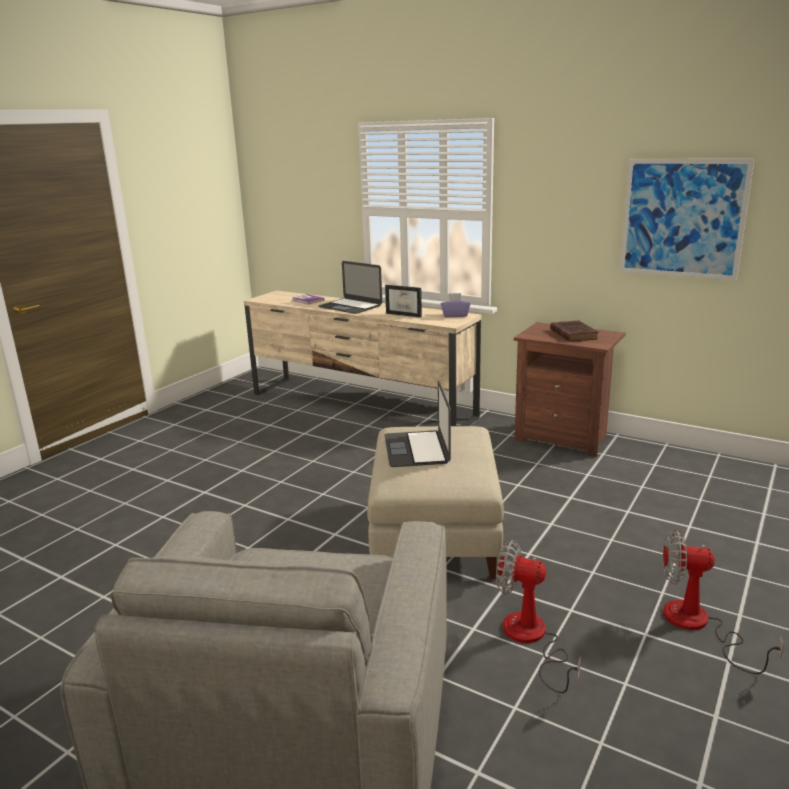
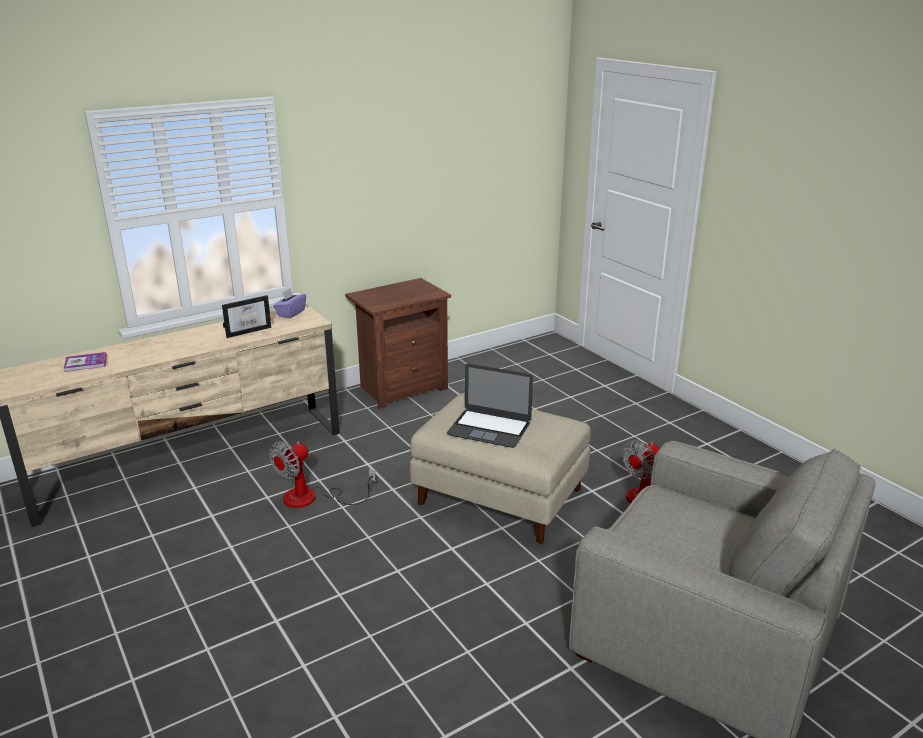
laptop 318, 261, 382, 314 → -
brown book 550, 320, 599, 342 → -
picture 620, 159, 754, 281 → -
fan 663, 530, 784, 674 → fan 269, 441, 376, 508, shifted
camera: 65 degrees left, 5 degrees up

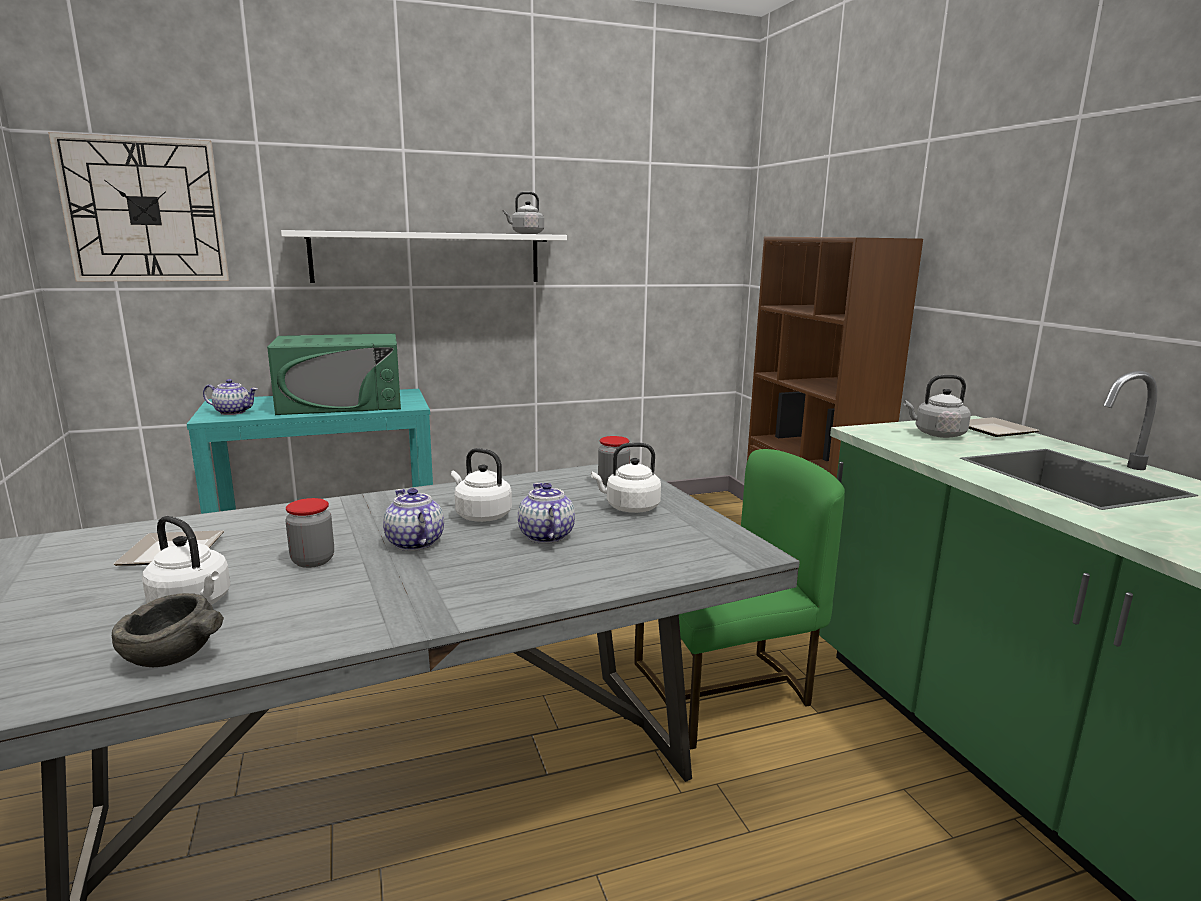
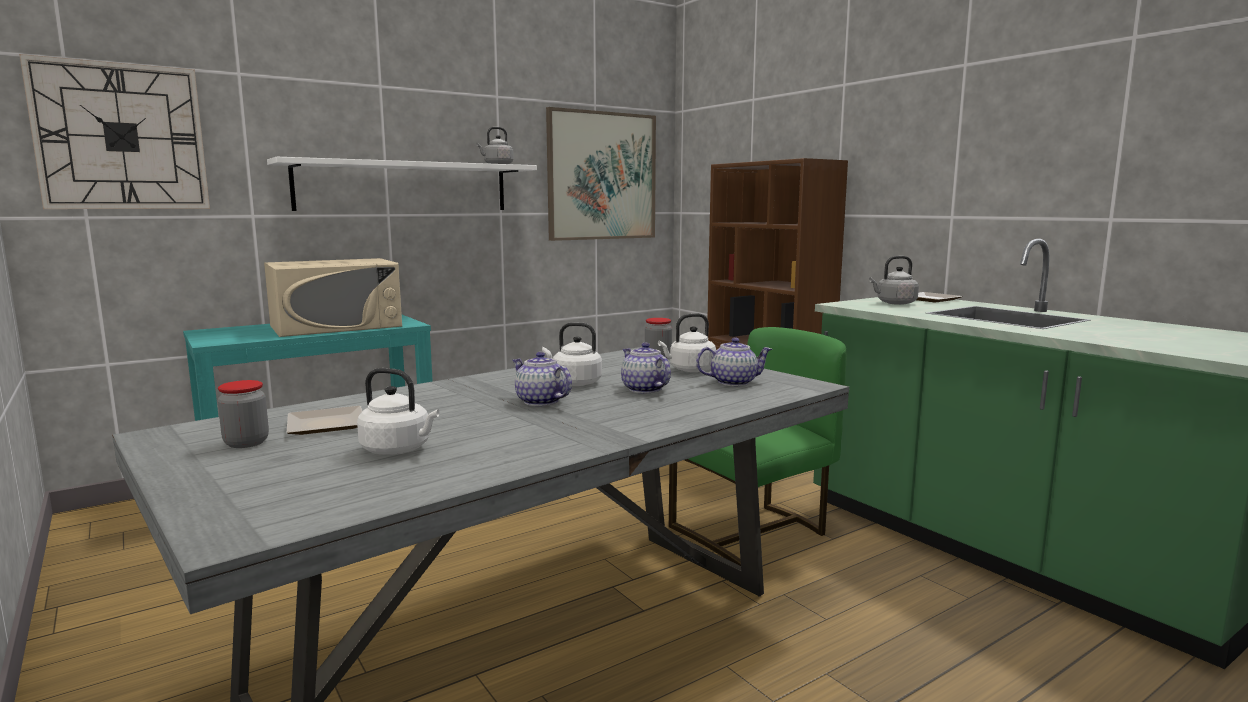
grey bowl 112, 593, 224, 667 → -
- → picture 546, 107, 656, 241
teapot 203, 379, 258, 415 → teapot 696, 338, 772, 386, shifted
jar 285, 498, 334, 568 → jar 218, 380, 269, 448, shifted
green microwave 267, 333, 401, 415 → beige microwave 264, 258, 402, 337
camera: 15 degrees left, 5 degrees down

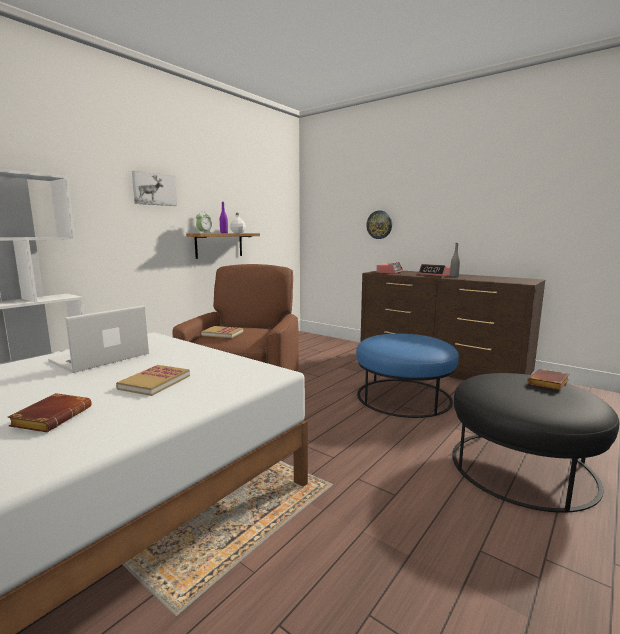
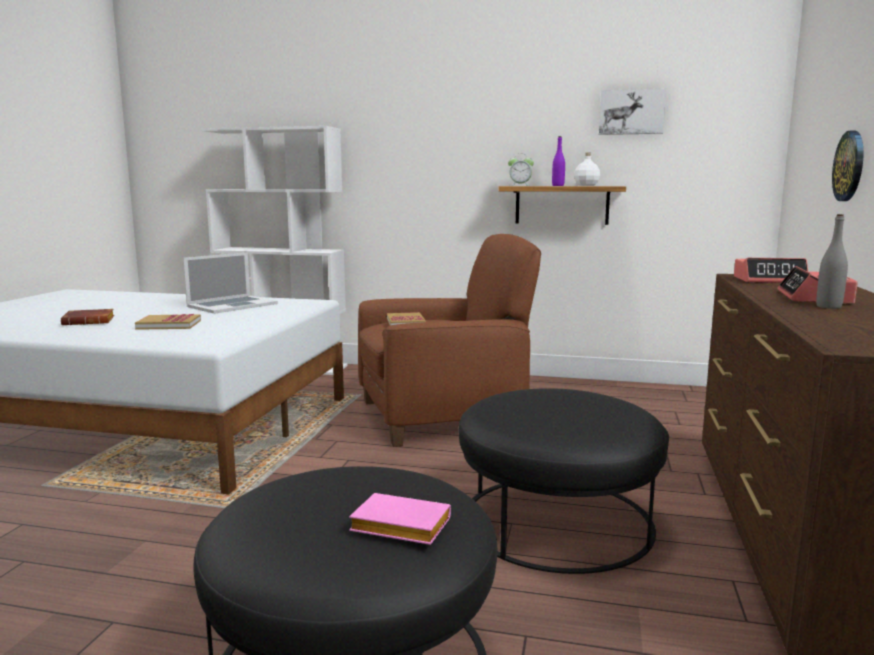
picture 132, 171, 177, 206 → picture 599, 88, 666, 135, shifted
blue ottoman 356, 334, 459, 418 → black ottoman 459, 388, 669, 574
brown book 527, 369, 569, 390 → pink book 349, 493, 451, 545
laptop 48, 305, 149, 373 → laptop 183, 252, 278, 314, 120 degrees clockwise
camera: 65 degrees right, 0 degrees up

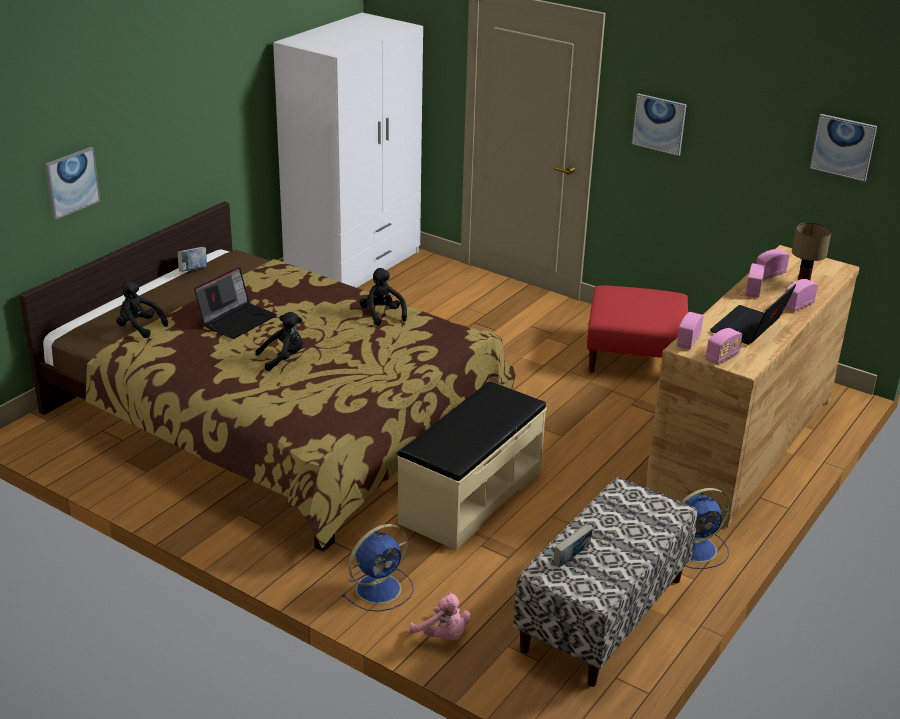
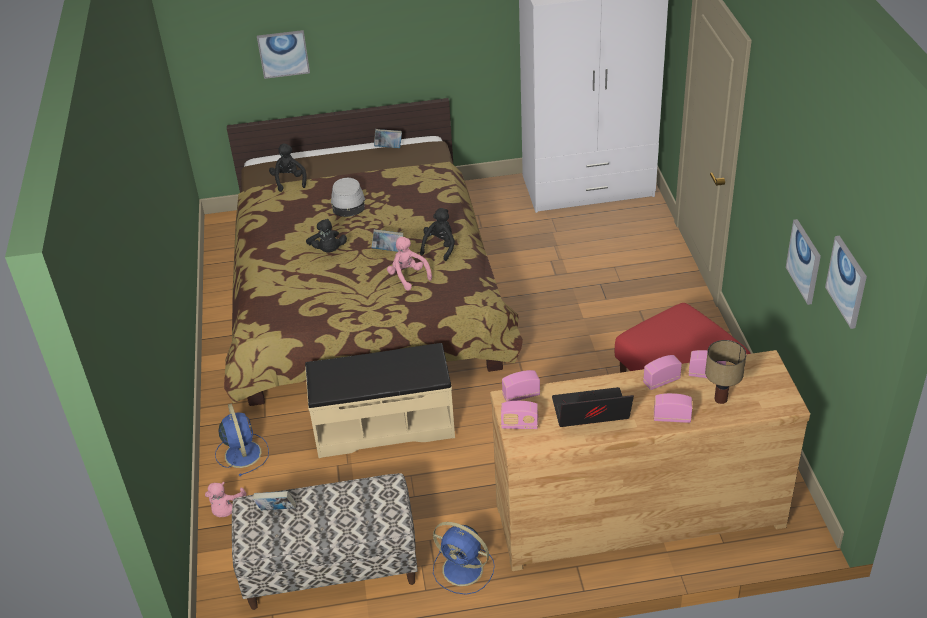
- → book 372, 229, 403, 252
- → pink plush toy 387, 237, 432, 291
picture 632, 93, 687, 156 → picture 786, 219, 821, 305, shifted
laptop 194, 267, 277, 339 → grey hat 331, 178, 365, 217
black plush toy 255, 312, 303, 371 → black plush toy 306, 219, 347, 253, 45 degrees clockwise
blue fan 341, 524, 414, 612 → blue fan 215, 403, 269, 476, 120 degrees counterclockwise
camera: 50 degrees right, 10 degrees up

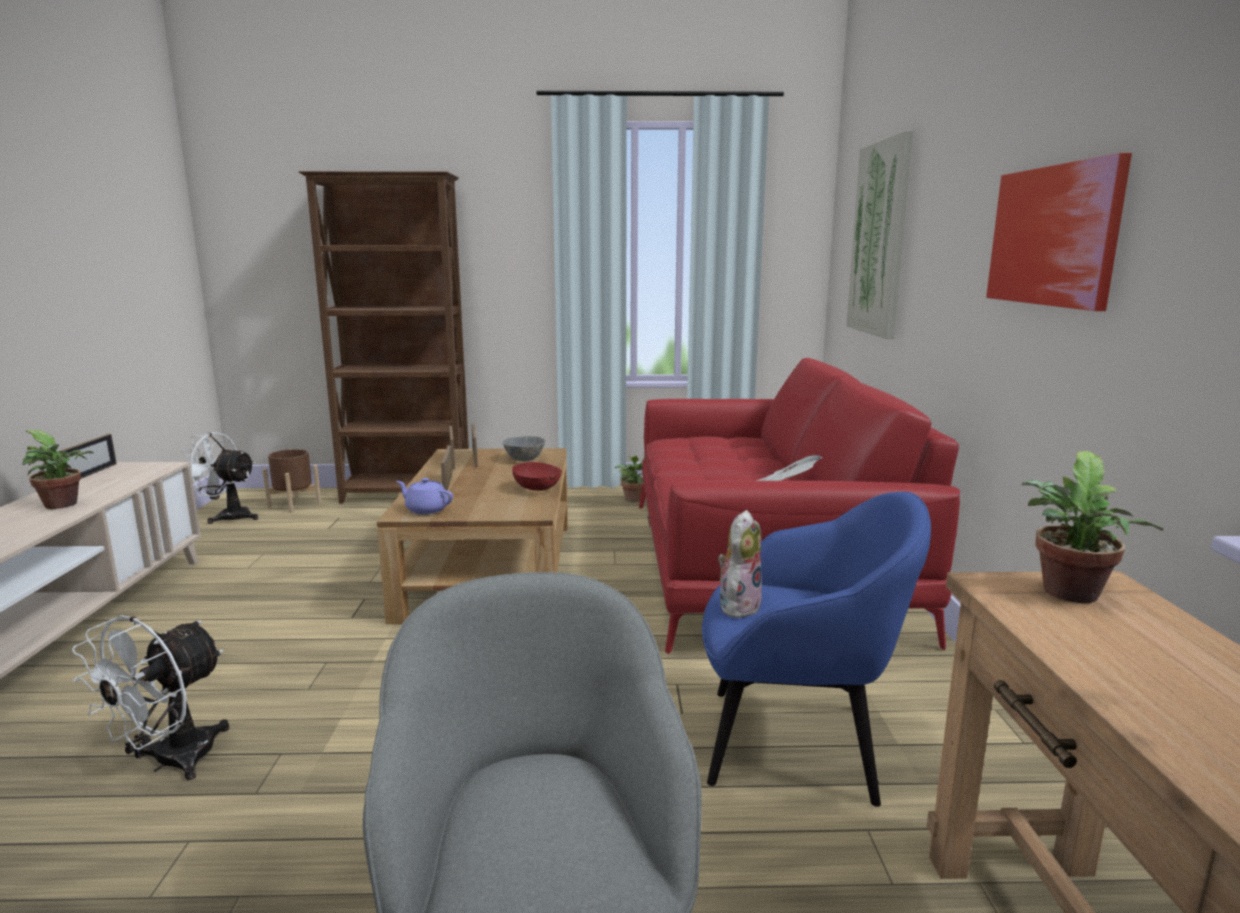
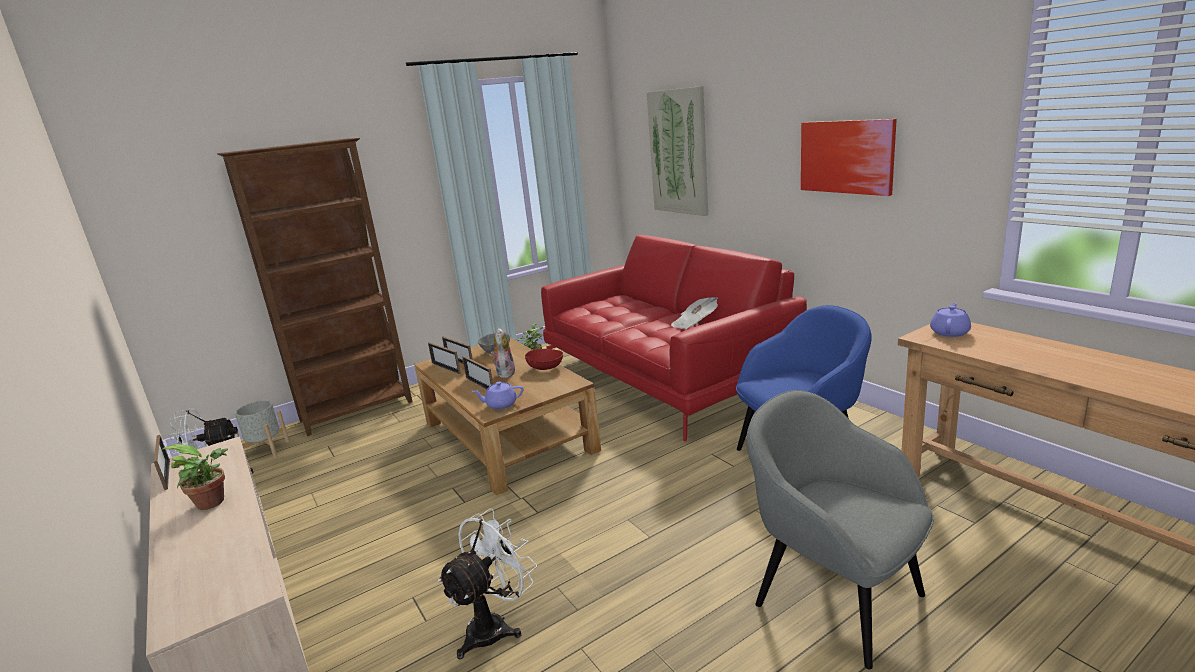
plush toy 718, 510, 762, 618 → plush toy 491, 328, 516, 378, shifted
potted plant 1022, 451, 1164, 603 → purple teapot 930, 303, 971, 337
brown planter 262, 449, 321, 513 → grey planter 235, 401, 290, 458
white fan 72, 615, 229, 781 → white fan 437, 508, 537, 659, 135 degrees counterclockwise
camera: 30 degrees left, 5 degrees up

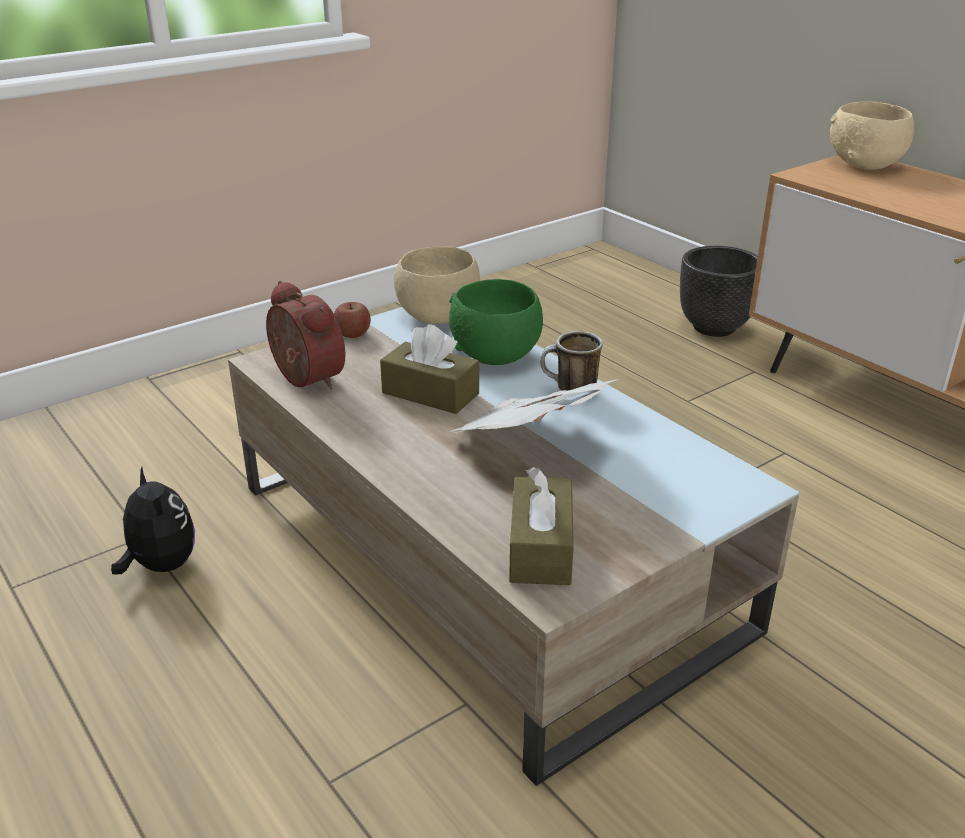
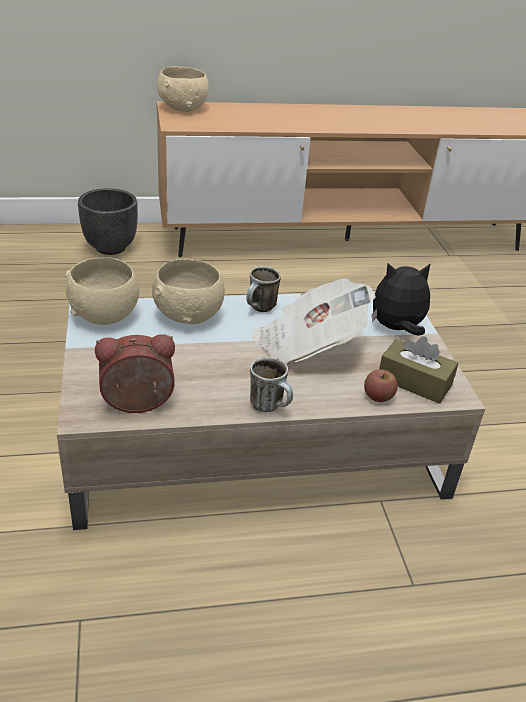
brown tissue box 380, 324, 479, 414 → -
- → mug 250, 357, 293, 412
plush toy 111, 467, 195, 574 → plush toy 372, 263, 431, 336, shifted
apple 334, 302, 371, 338 → apple 364, 369, 398, 402, shifted
green bowl 449, 279, 543, 365 → beige bowl 152, 259, 225, 324
camera: 65 degrees left, 5 degrees up

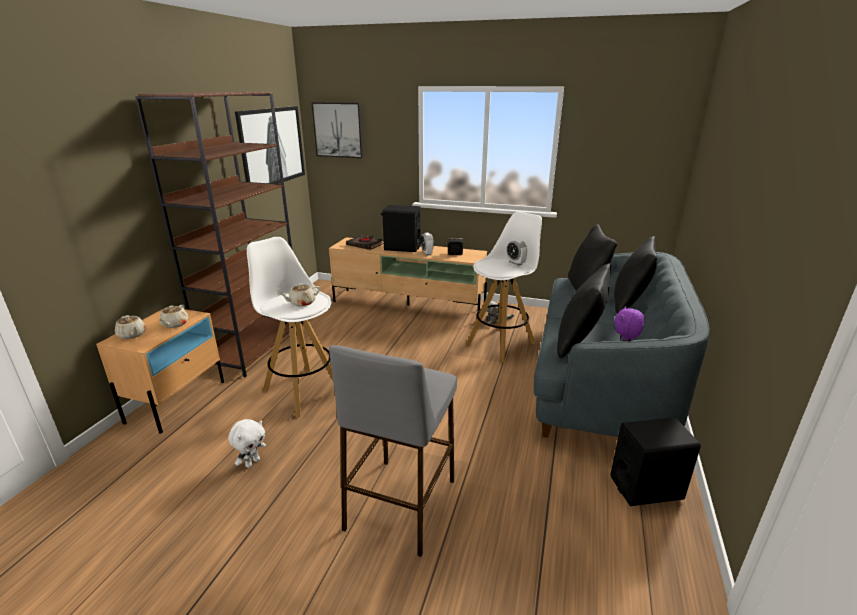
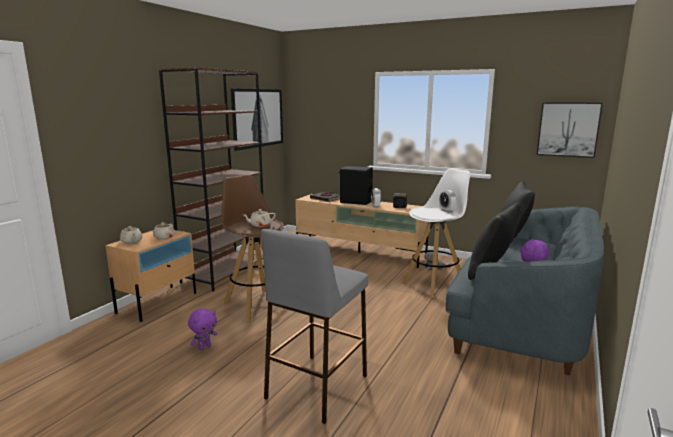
black speaker 610, 417, 701, 506 → -
black pillow 614, 236, 658, 314 → -
picture 311, 102, 363, 158 → picture 537, 102, 603, 158, shifted
white plush toy 228, 419, 266, 468 → purple plush toy 188, 308, 217, 350
white stool 247, 237, 333, 418 → brown stool 221, 175, 284, 321
camera: 10 degrees right, 10 degrees down

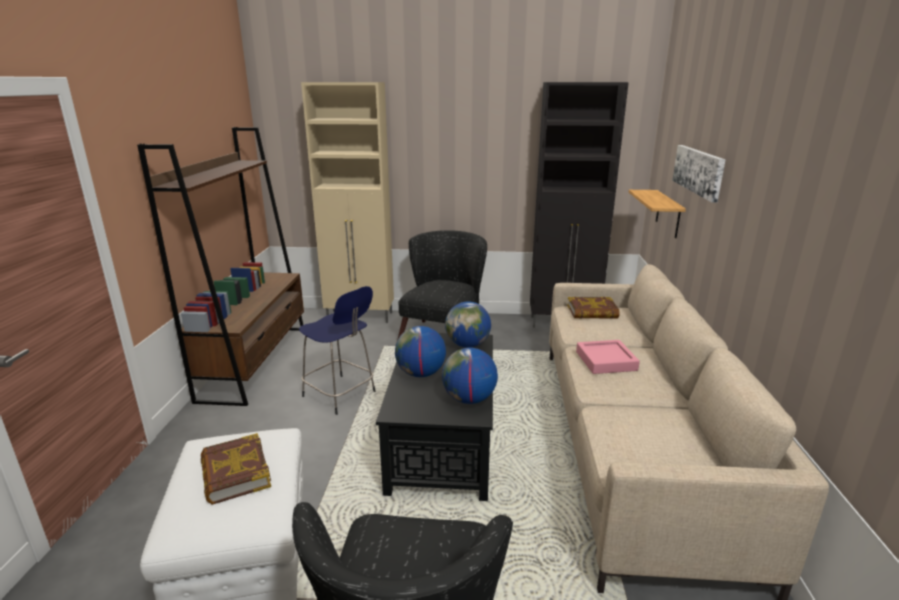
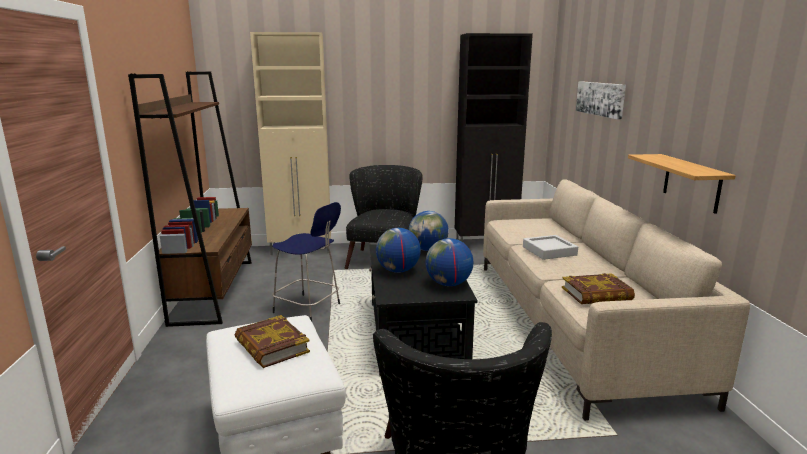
book 567, 297, 620, 319 → book 562, 273, 635, 304, shifted
shelf 629, 190, 686, 238 → shelf 628, 154, 736, 214, shifted
pink tray 576, 340, 640, 374 → grey tray 523, 235, 578, 260
camera: 10 degrees left, 5 degrees down

